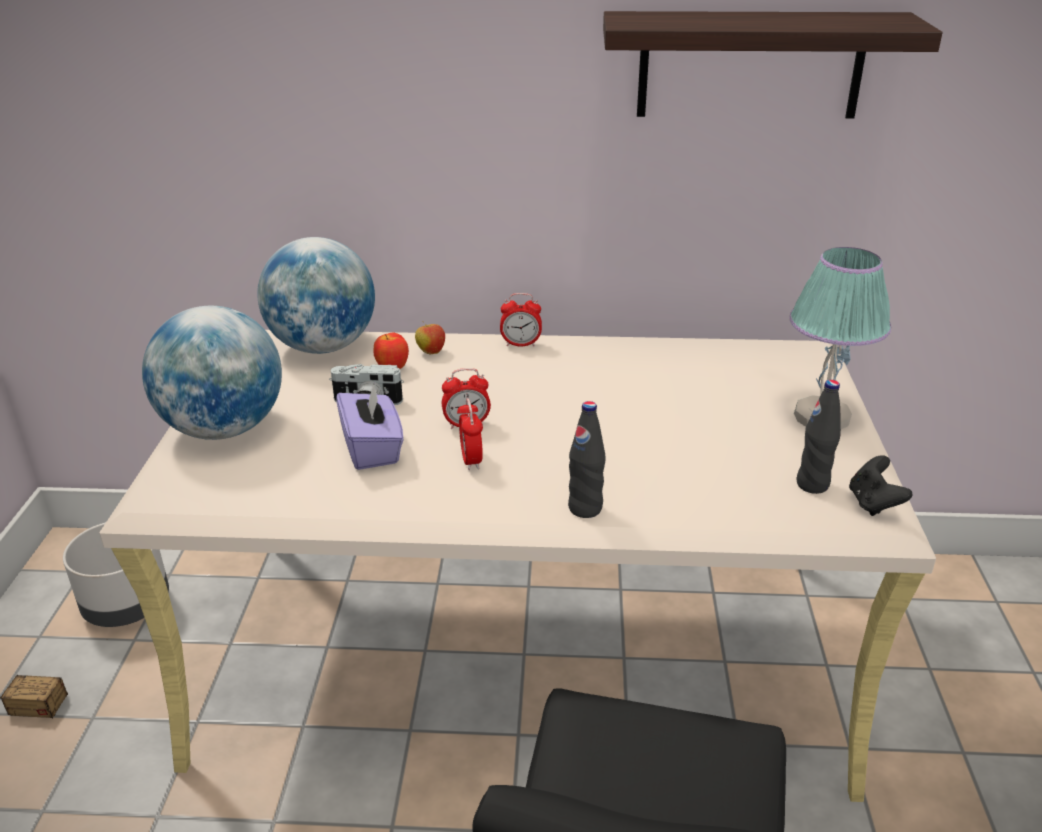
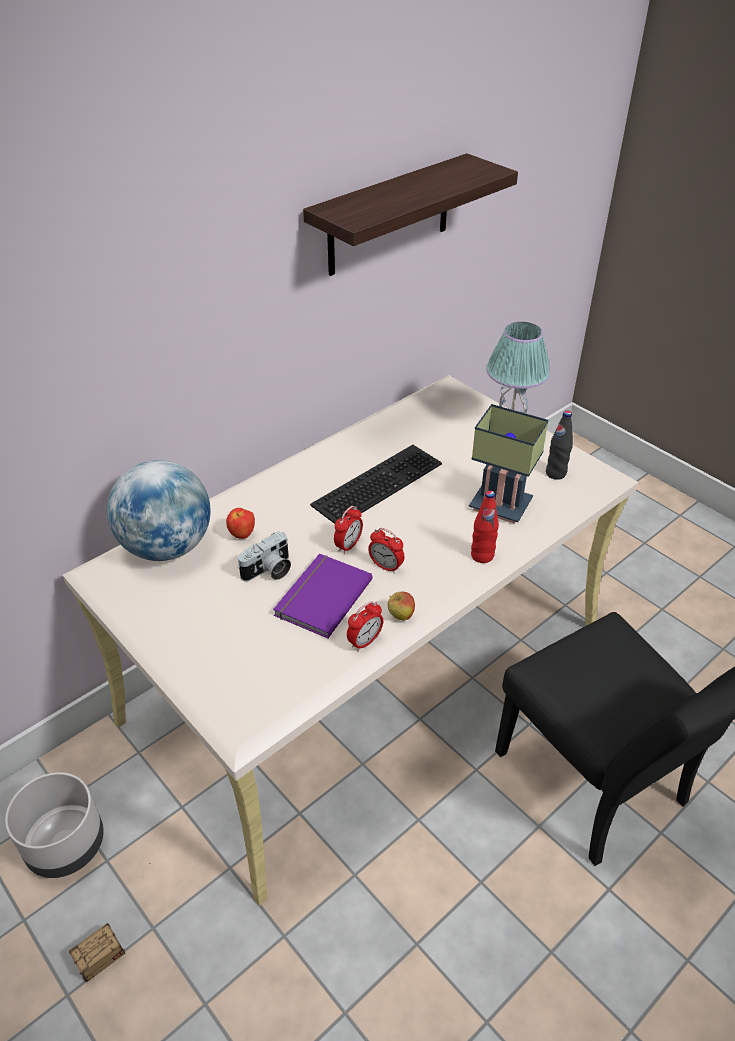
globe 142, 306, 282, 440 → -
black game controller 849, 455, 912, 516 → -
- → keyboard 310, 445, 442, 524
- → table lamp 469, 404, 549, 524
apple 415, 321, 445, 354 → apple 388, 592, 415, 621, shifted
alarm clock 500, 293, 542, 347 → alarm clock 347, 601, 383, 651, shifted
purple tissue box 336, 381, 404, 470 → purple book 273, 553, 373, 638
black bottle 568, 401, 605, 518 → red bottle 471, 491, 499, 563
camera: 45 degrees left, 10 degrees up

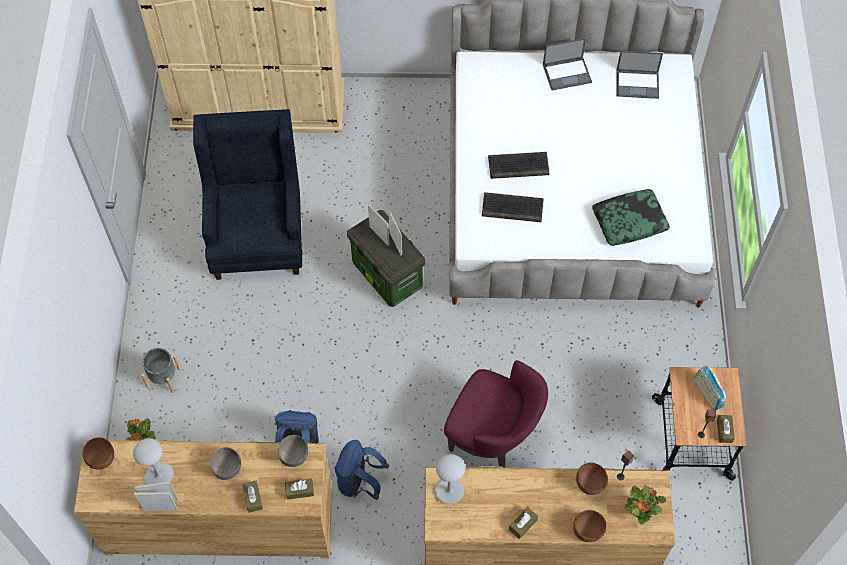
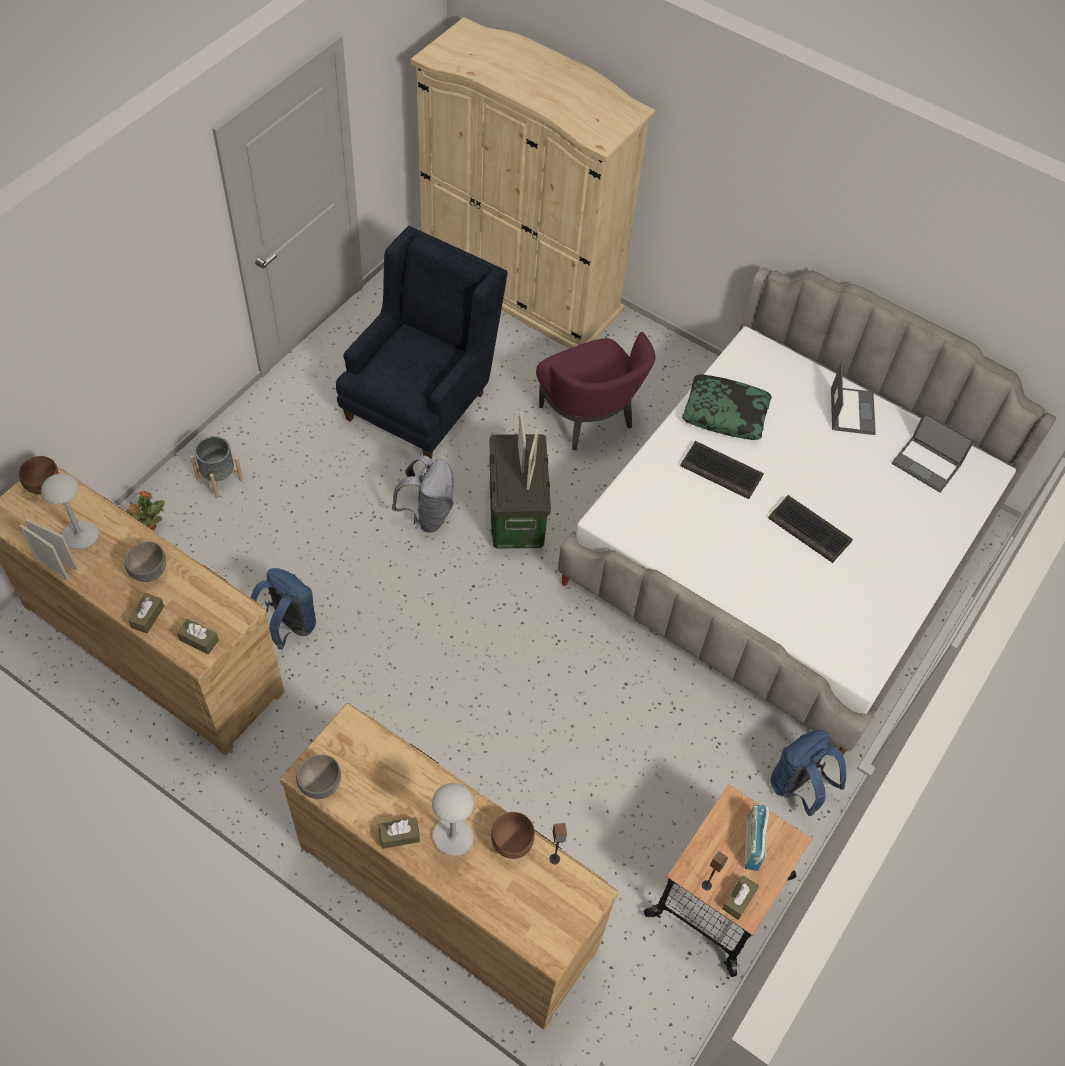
brown bowl 573, 510, 606, 542 → -
potted plant 625, 485, 666, 525 → -
- → grey backpack 392, 455, 455, 532
grey bowl 277, 435, 309, 467 → grey bowl 296, 755, 341, 799, shifted
blue backpack 334, 440, 389, 500 → blue backpack 771, 730, 846, 816, shifted
grey table lamp 434, 454, 465, 504 → grey table lamp 432, 783, 474, 856, shifted
purple armchair 444, 360, 548, 468 → purple armchair 536, 332, 655, 450, shifted
keyboard 482, 192, 544, 222 → keyboard 768, 495, 853, 563, shifted
pillow 592, 189, 670, 246 → pillow 682, 374, 772, 440, shifted
laptop 543, 38, 592, 90 → laptop 831, 362, 876, 435, 105 degrees counterclockwise
camera: 30 degrees right, 5 degrees down

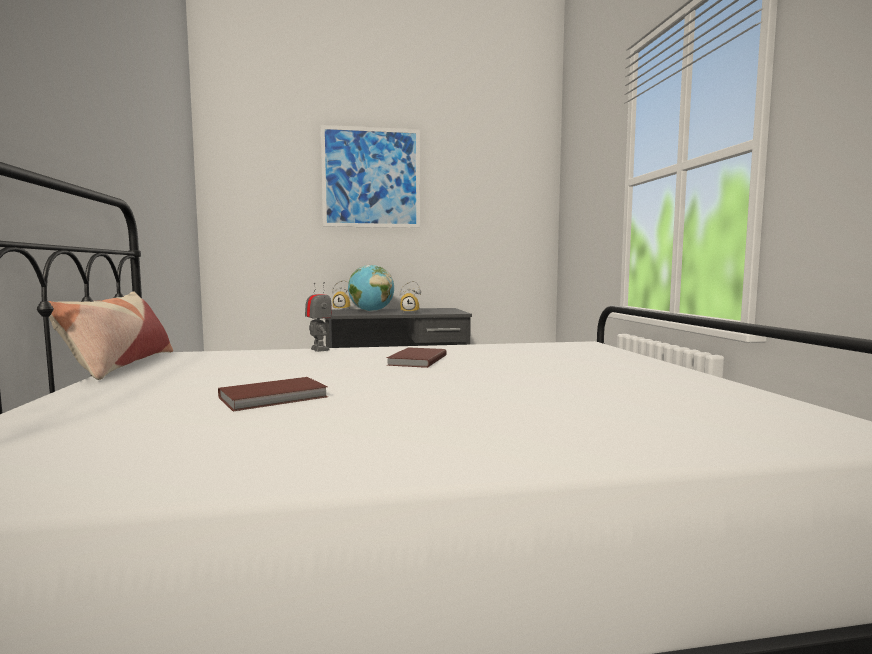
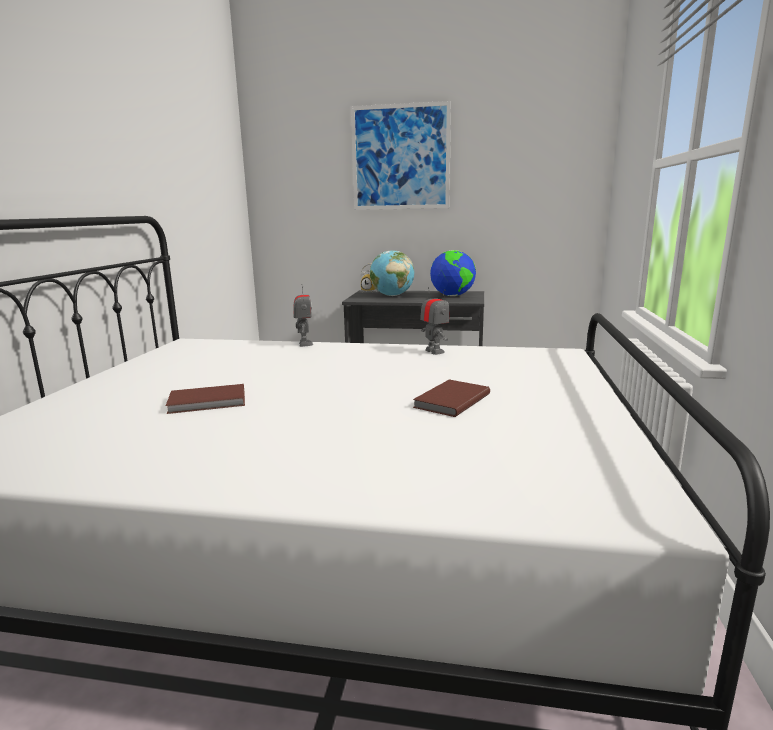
pillow 49, 291, 173, 380 → -
alarm clock 400, 281, 421, 313 → -
- → toy robot 420, 287, 449, 355
- → globe 430, 250, 476, 296
brown book 386, 347, 447, 368 → brown book 413, 379, 490, 417, shifted
camera: 20 degrees right, 10 degrees up

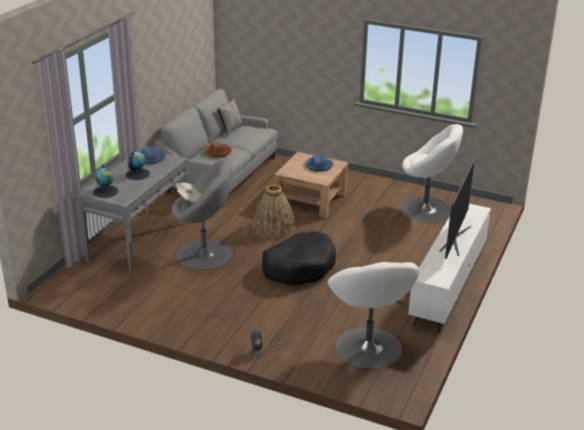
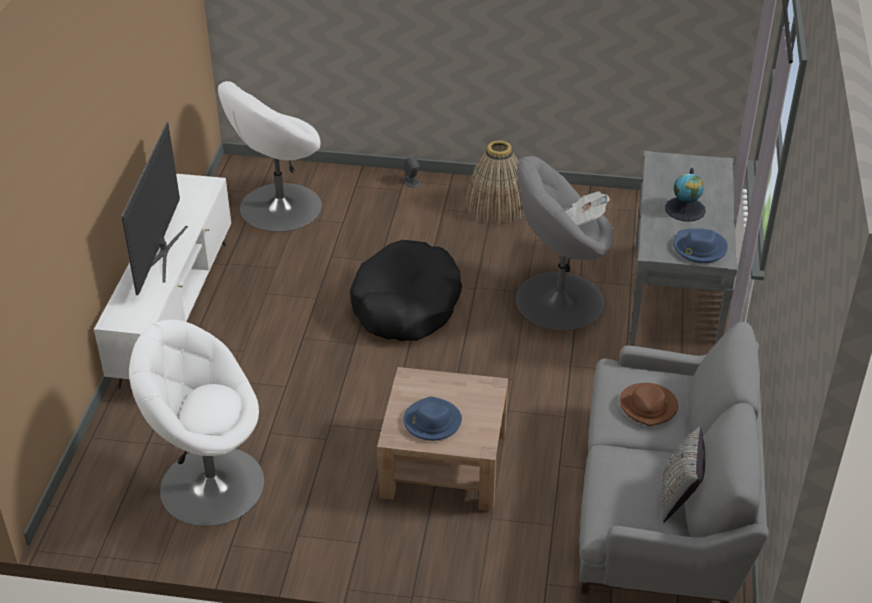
globe 93, 165, 119, 198 → -
basket 252, 185, 295, 240 → basket 465, 140, 524, 225, shifted
white armchair 328, 262, 420, 369 → white armchair 218, 81, 322, 232, 105 degrees counterclockwise
camera: 165 degrees right, 10 degrees up

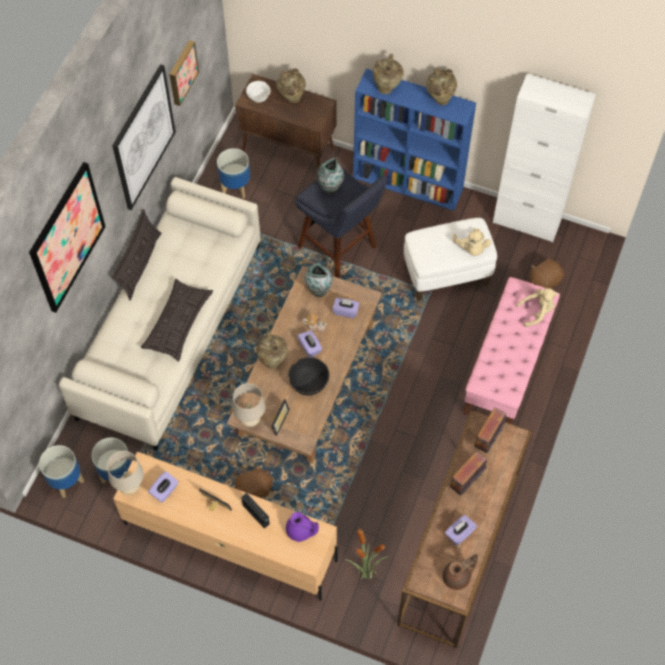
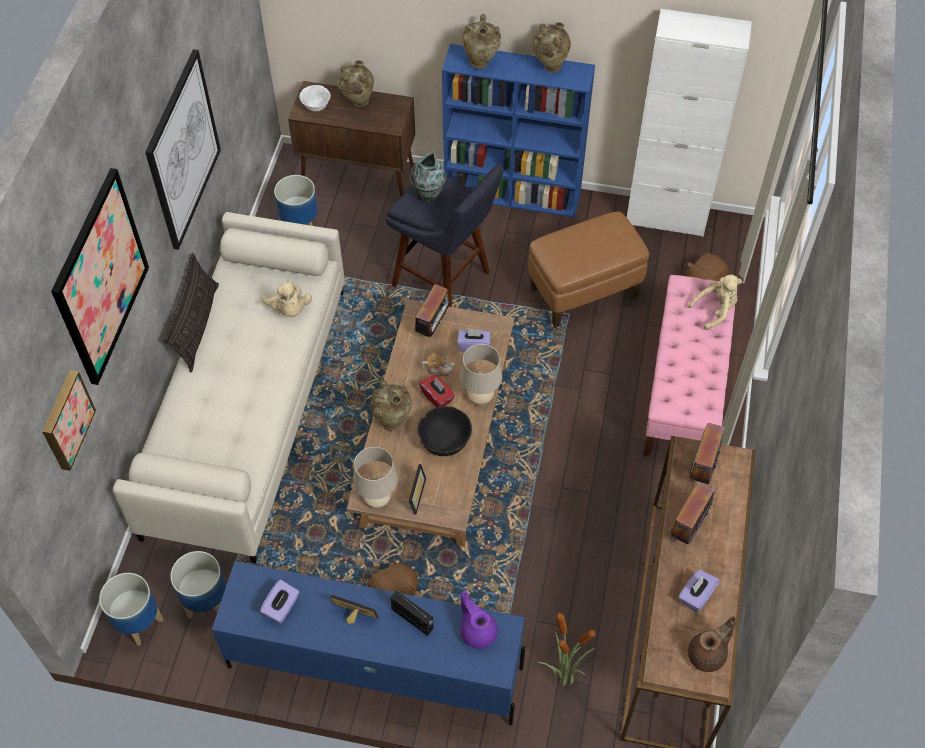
pillow 141, 279, 213, 362 → -
beige table lamp 107, 451, 144, 495 → beige table lamp 460, 344, 502, 405, shifted
picture 170, 40, 199, 106 → picture 42, 370, 96, 471, shifted
beige plush toy 453, 228, 491, 256 → beige plush toy 263, 280, 312, 317, shifted
vase 305, 263, 333, 297 → radio 411, 284, 450, 337
beige tv stand 113, 451, 338, 601 → blue tv stand 212, 561, 525, 725
purple tissue box 297, 330, 323, 357 → red tissue box 419, 375, 455, 408
white ottoman 404, 218, 497, 301 → brown ottoman 528, 212, 649, 328
purple teapot 286, 512, 319, 542 → purple teapot 460, 591, 498, 649, 135 degrees counterclockwise
camera: 10 degrees left, 5 degrees down

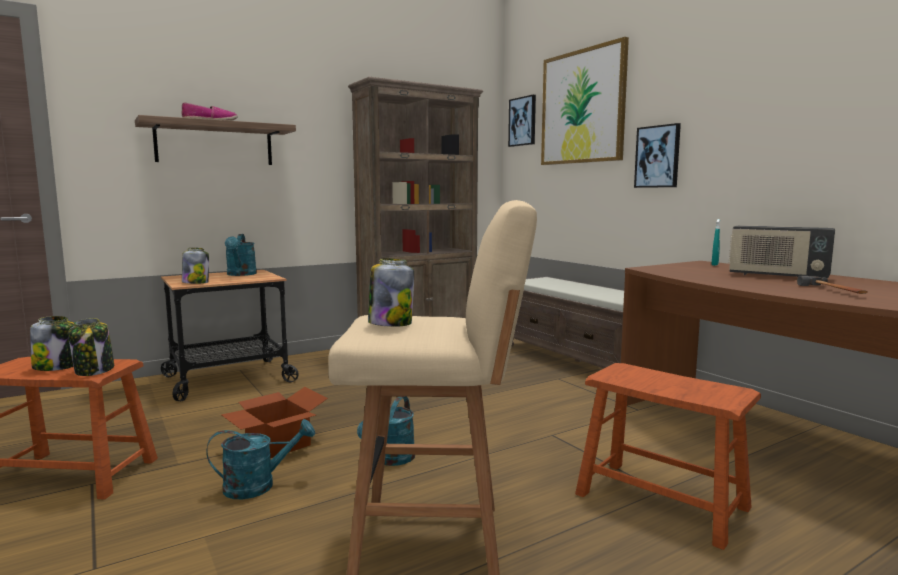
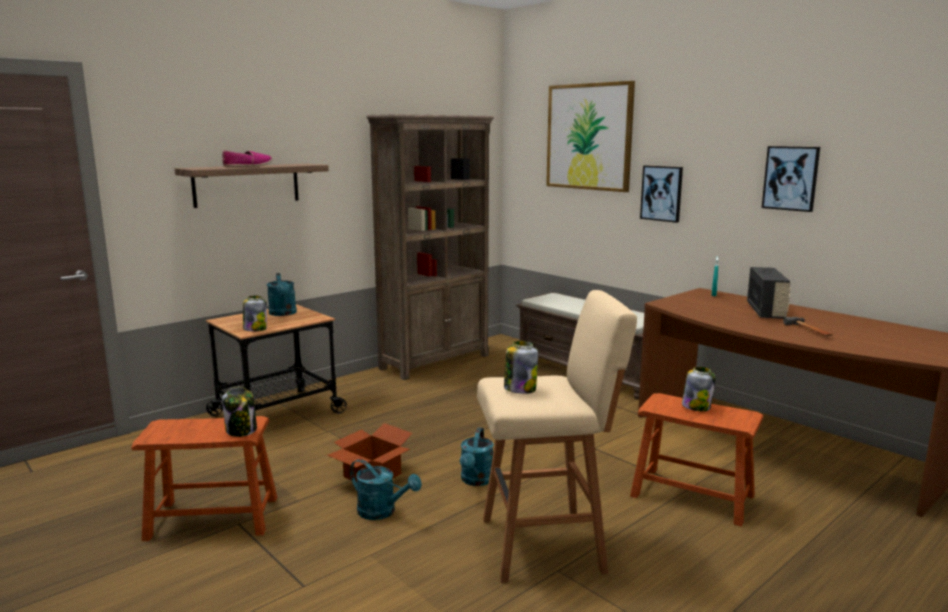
jar 30, 316, 74, 371 → jar 682, 367, 716, 411, shifted
picture 508, 95, 536, 147 → picture 762, 146, 820, 212, shifted
turquoise watering can 206, 419, 315, 499 → turquoise watering can 350, 459, 422, 520, 60 degrees clockwise
radio 729, 225, 835, 278 → radio 747, 267, 791, 319, 105 degrees counterclockwise
camera: 10 degrees left, 5 degrees up

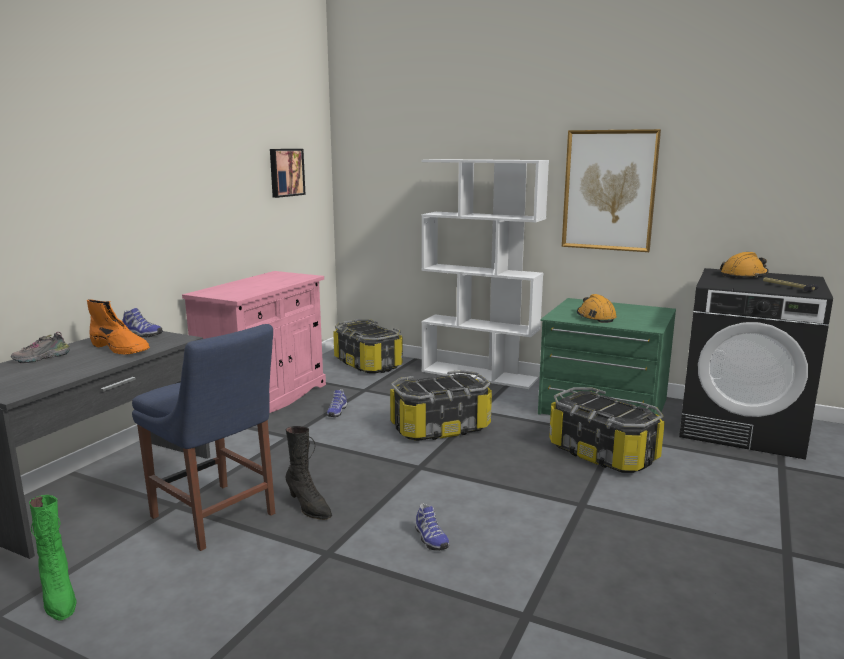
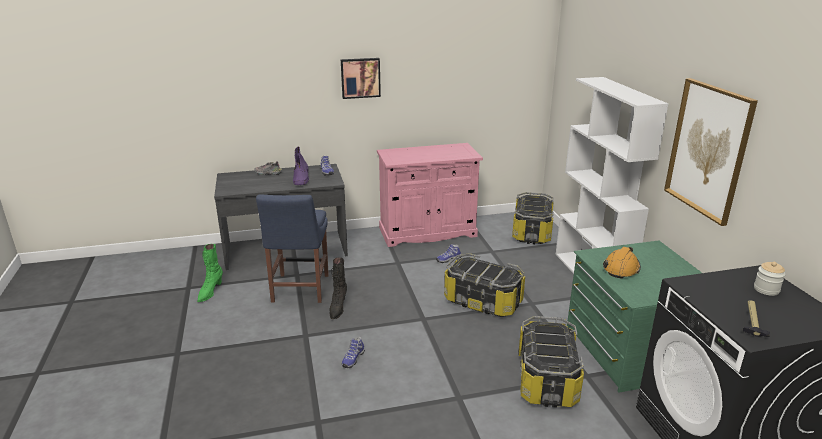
picture 270, 149, 306, 198 → picture 341, 58, 381, 99, shifted
orange hard hat 720, 252, 768, 278 → jar 754, 262, 786, 296
orange boot 87, 299, 150, 355 → purple boot 293, 147, 309, 185
camera: 50 degrees right, 10 degrees up

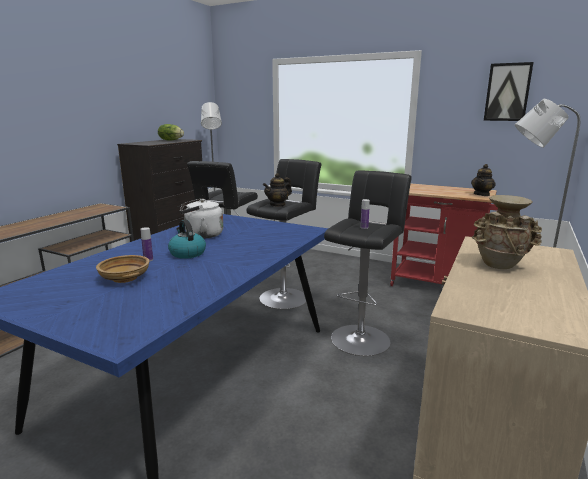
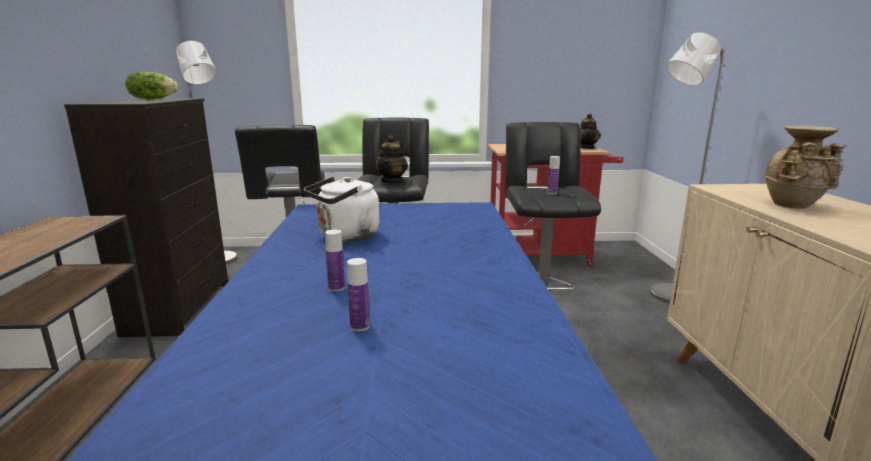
kettle 168, 219, 206, 259 → -
picture 484, 62, 533, 121 → -
beige bowl 96, 255, 149, 283 → bottle 347, 258, 370, 331
camera: 30 degrees left, 0 degrees up

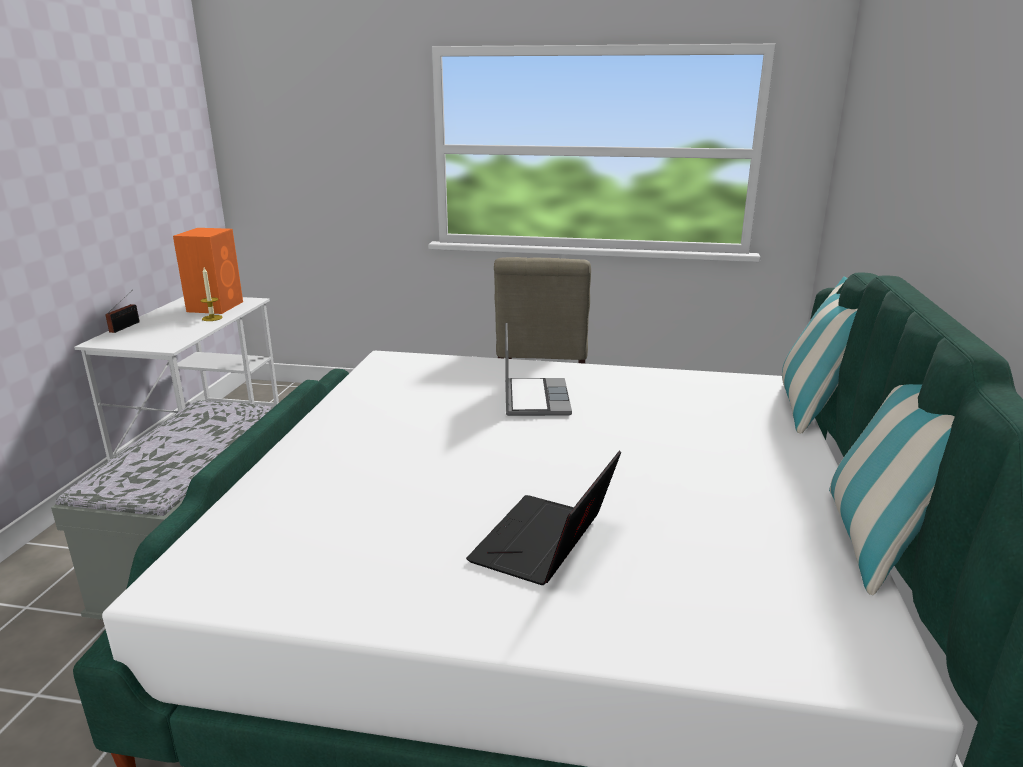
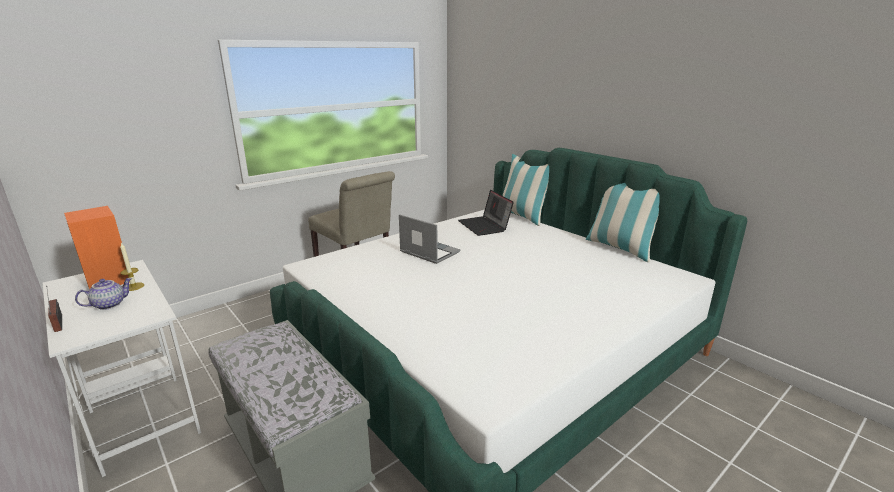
- → teapot 75, 278, 132, 310
laptop 466, 450, 621, 585 → laptop 458, 190, 514, 236, shifted
camera: 50 degrees left, 0 degrees up

